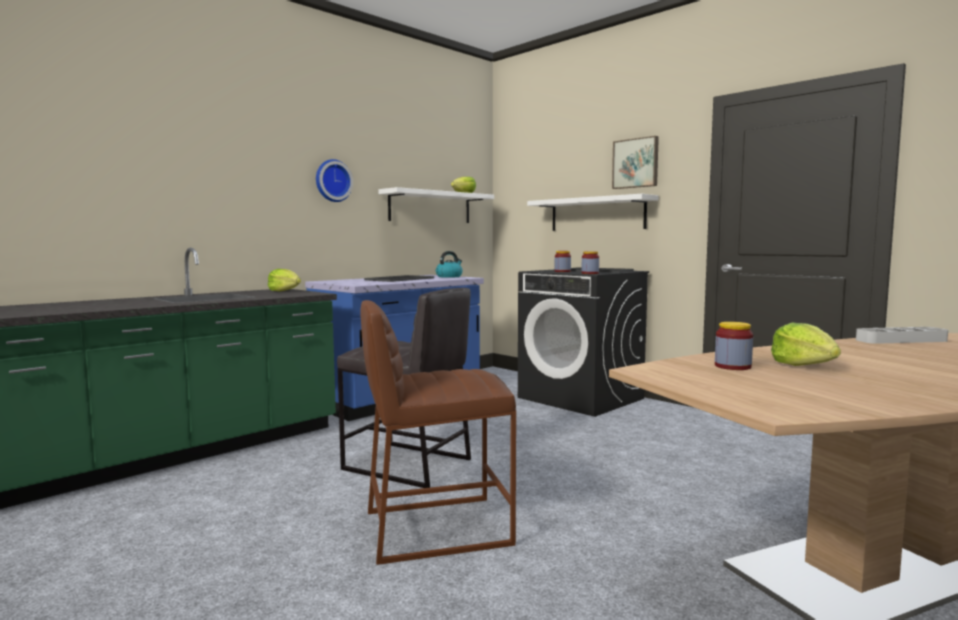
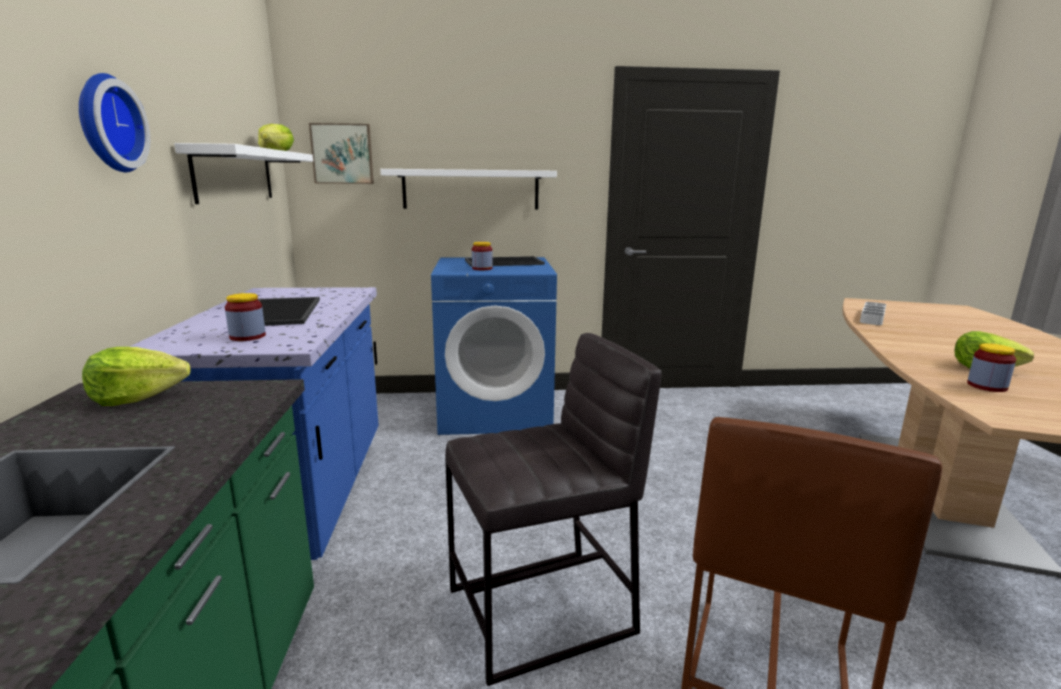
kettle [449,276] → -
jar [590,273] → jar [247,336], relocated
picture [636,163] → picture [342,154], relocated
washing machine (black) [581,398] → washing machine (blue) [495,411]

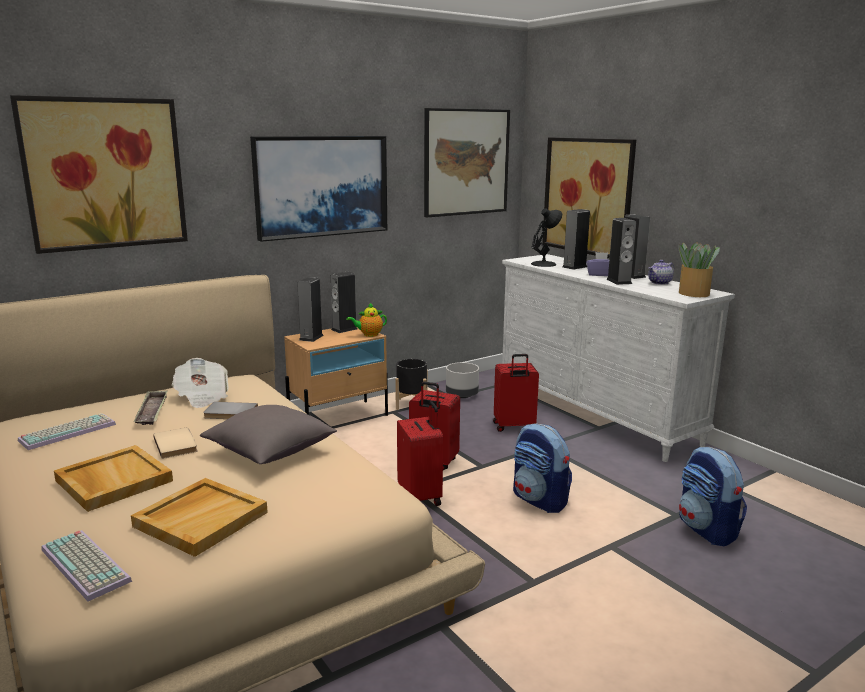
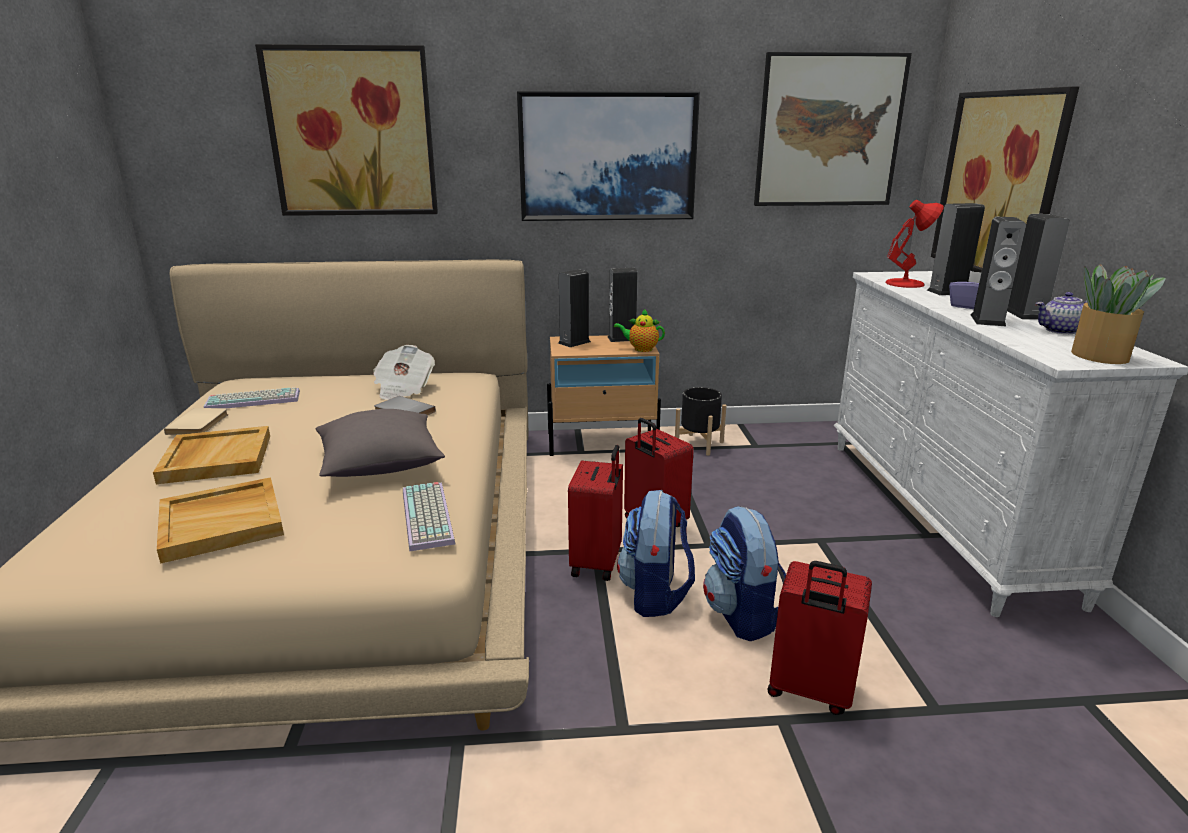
tray [152,412] → -
planter (grey) [462,395] → -
keyboard [88,565] → keyboard [429,516], relocated
book (beige) [177,445] → book (beige) [200,424], relocated
suitcase (red) [513,427] → suitcase (red) [809,691], relocated
backpack [707,530] → backpack [655,595], relocated
table lamp (black) [544,264] → table lamp (red) [906,283]

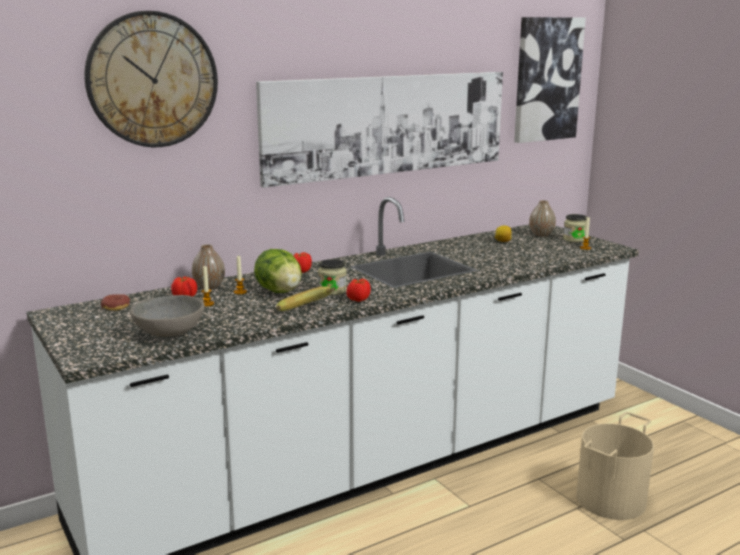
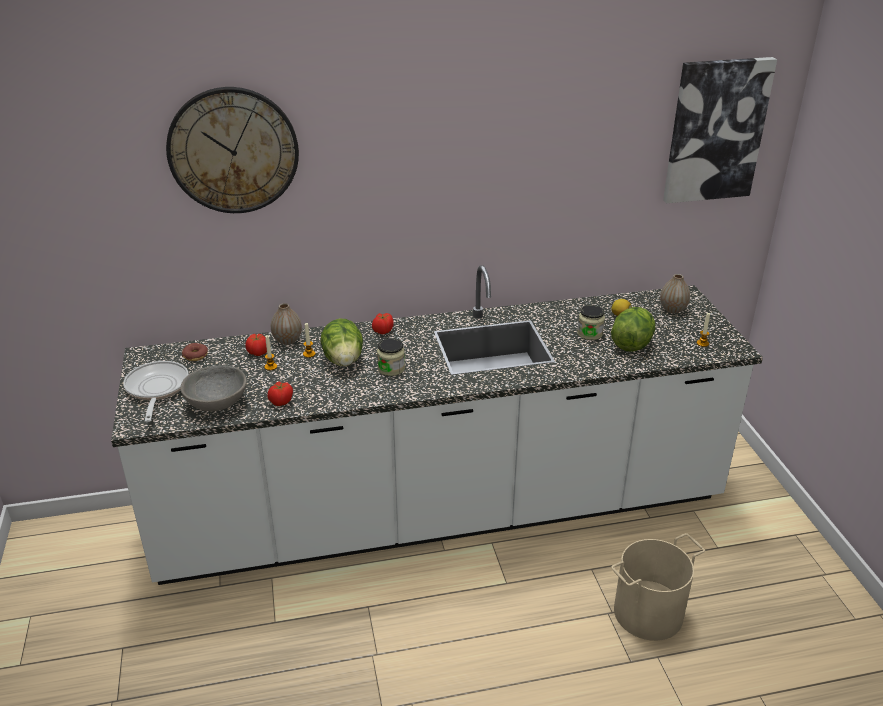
picture [388,124] → -
banana [308,312] → -
- → frying pan [156,389]
- → lettuce [631,344]
tomato [358,299] → tomato [281,402], relocated
jar [574,239] → jar [590,334], relocated

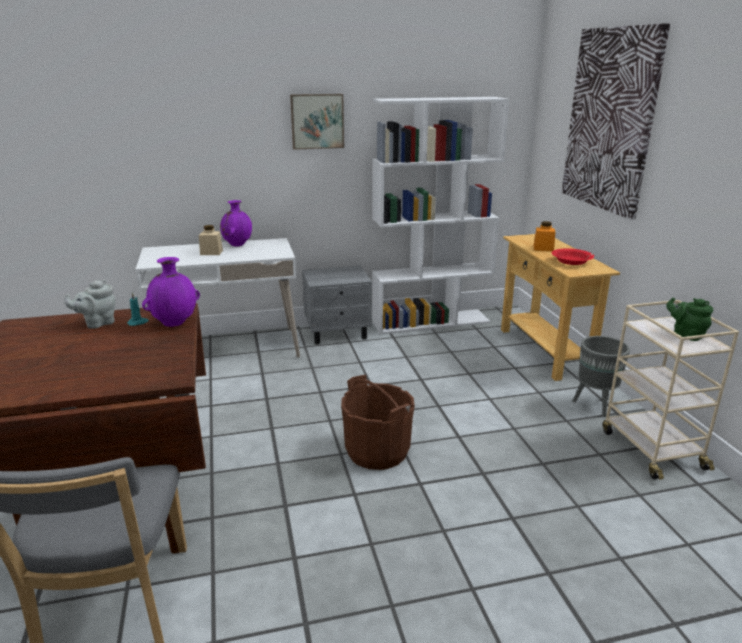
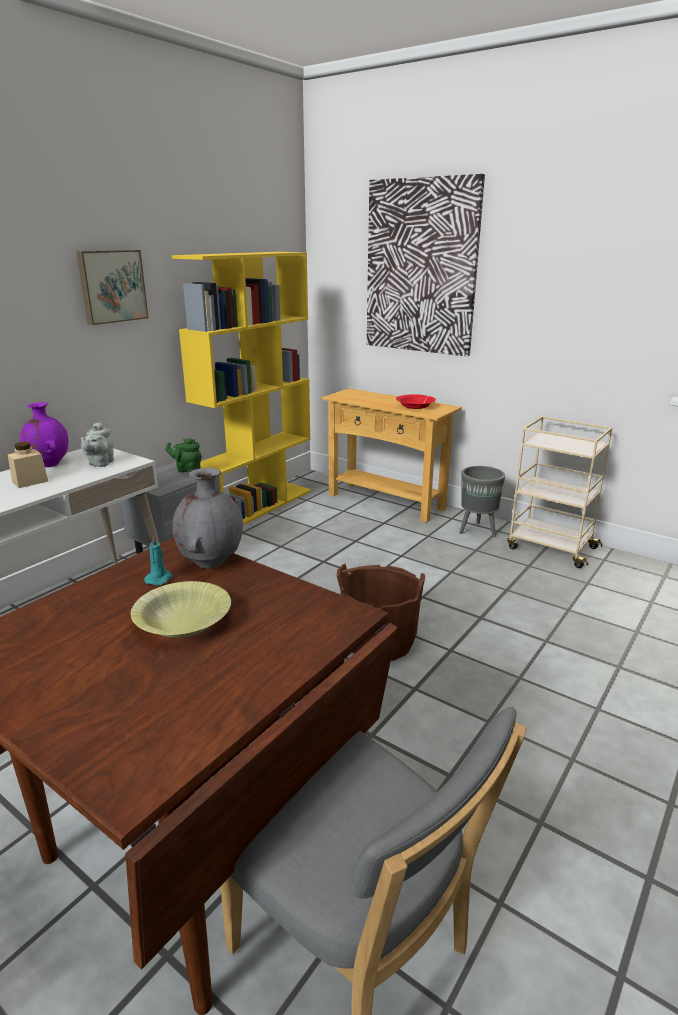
jar (orange) [543,248] → -
- → bowl (yellow) [183,621]
teapot (grey) [97,323] → teapot (grey) [100,463], relocated
teapot (green) [686,335] → teapot (green) [187,469], relocated
vase (purple) [175,323] → vase (grey) [211,562]
bookcase (white) [431,321] → bookcase (yellow) [258,506]

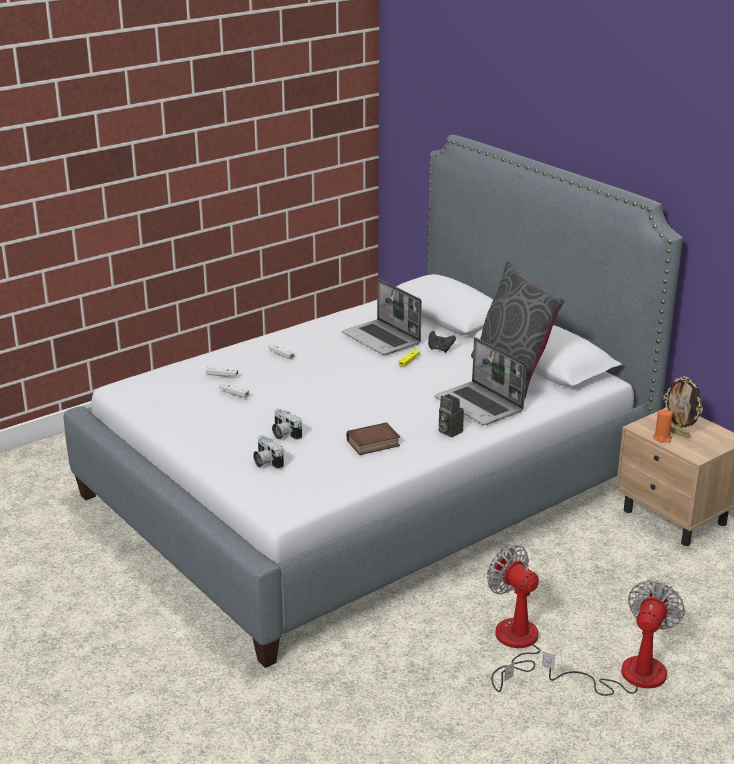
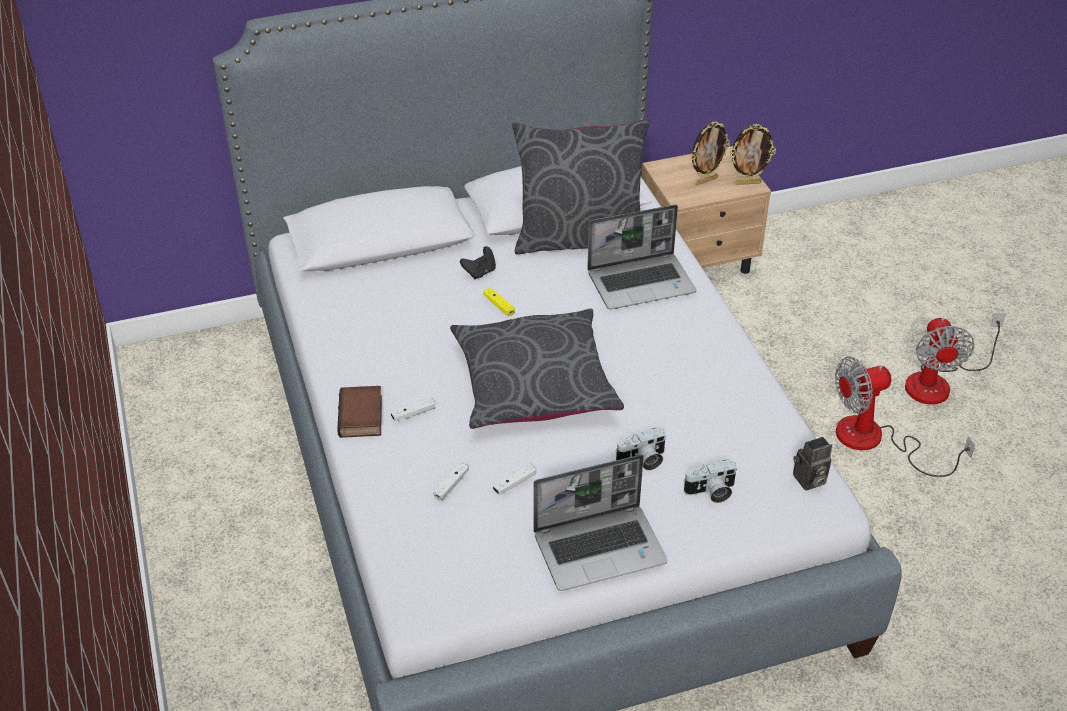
candle (orange) [662,438] → -
- → pillow (grey) [534,383]
- → picture frame [748,182]
laptop [382,339] → laptop [600,548], relocated
book [373,444] → book [362,417], relocated
photo camera [448,431] → photo camera [809,481], relocated
fan [627,675] → fan [938,382], 135 degrees counterclockwise

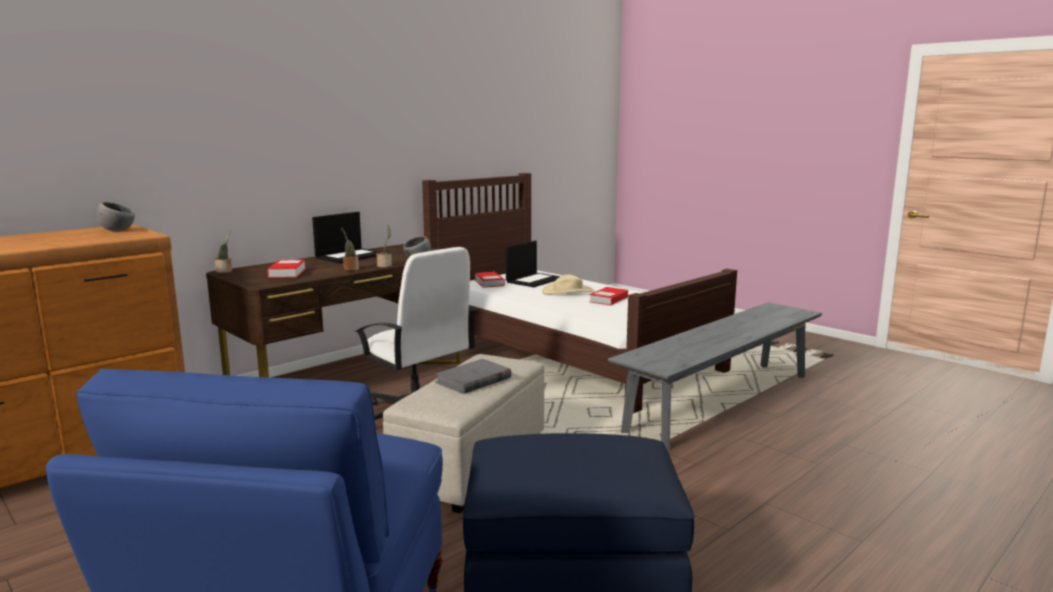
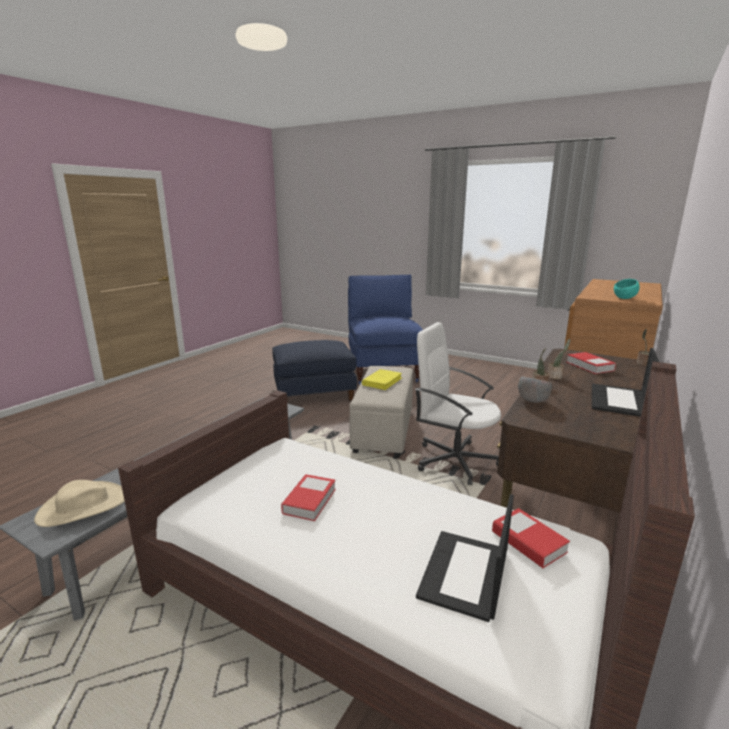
hat (beige) [568,292] → hat (beige) [83,507], relocated
bowl (grey) [117,231] → bowl (turquoise) [624,298]
book (grey) [473,380] → book (yellow) [382,381]

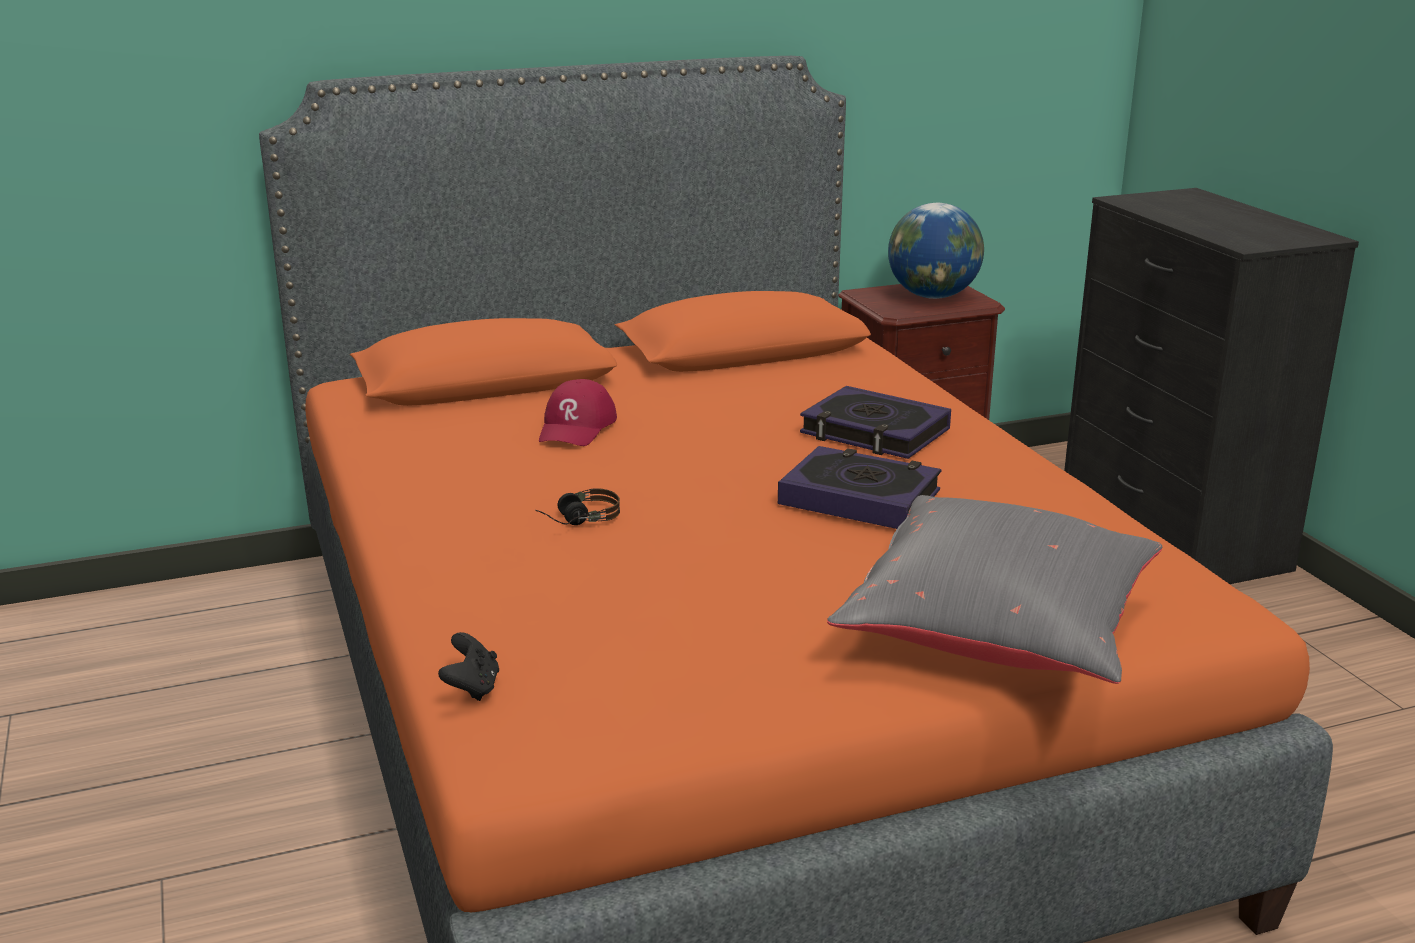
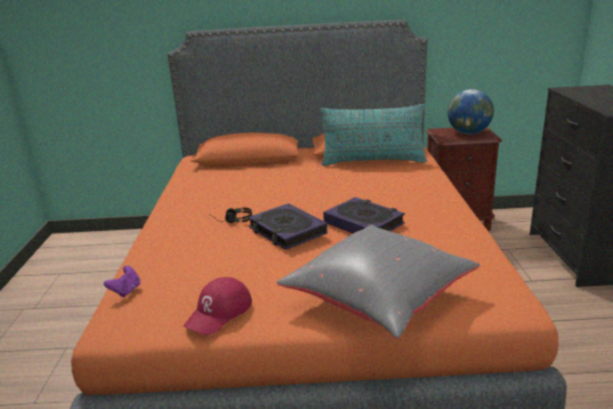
- → pillow (turquoise) [373,161]
cap (red) [577,427] → cap (red) [219,312], relocated
book [874,432] → book [287,231], relocated
game controller (black) [472,688] → game controller (purple) [126,291]

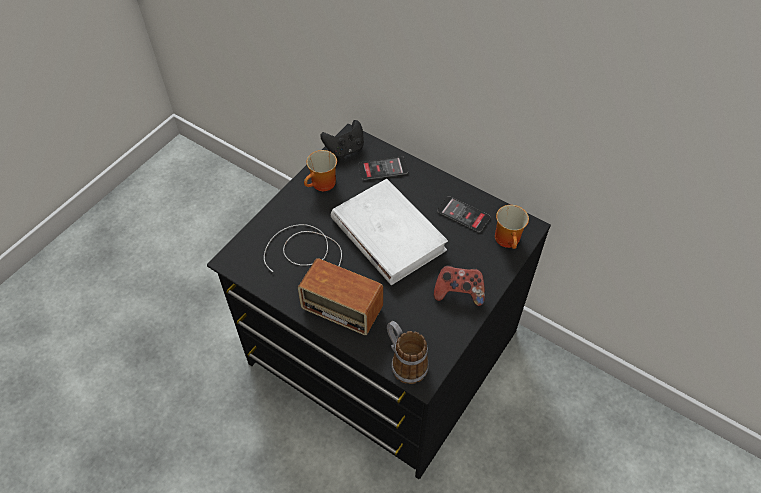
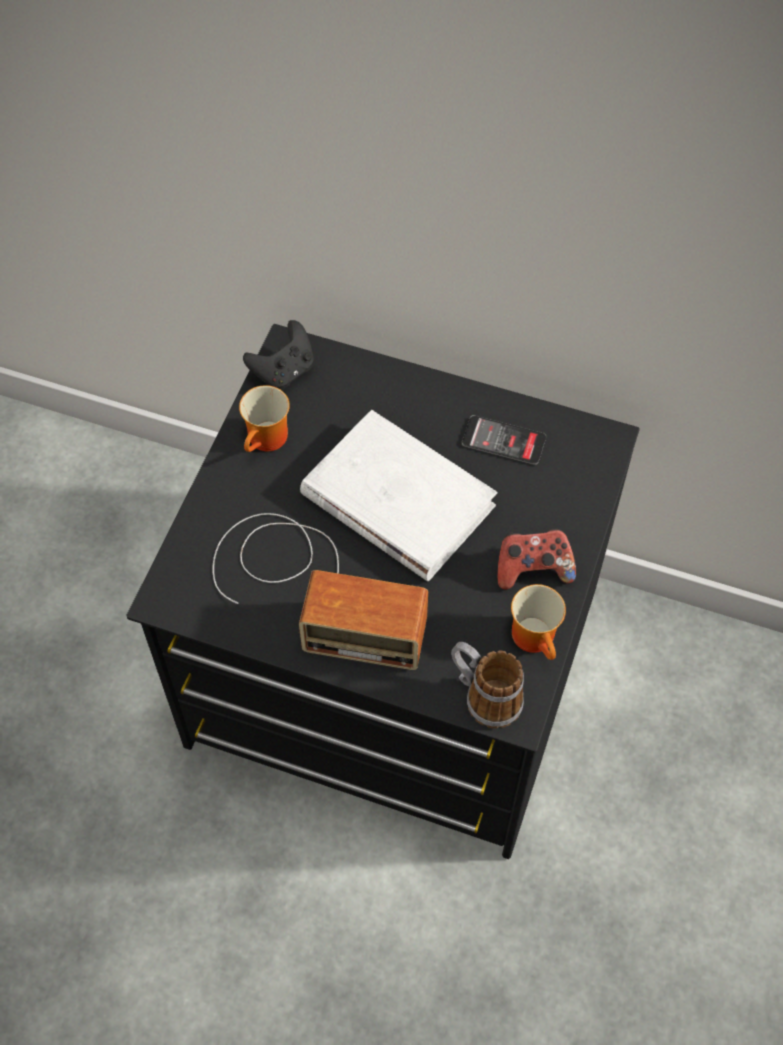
phone [383,169] → -
mug [509,240] → mug [538,638], relocated

